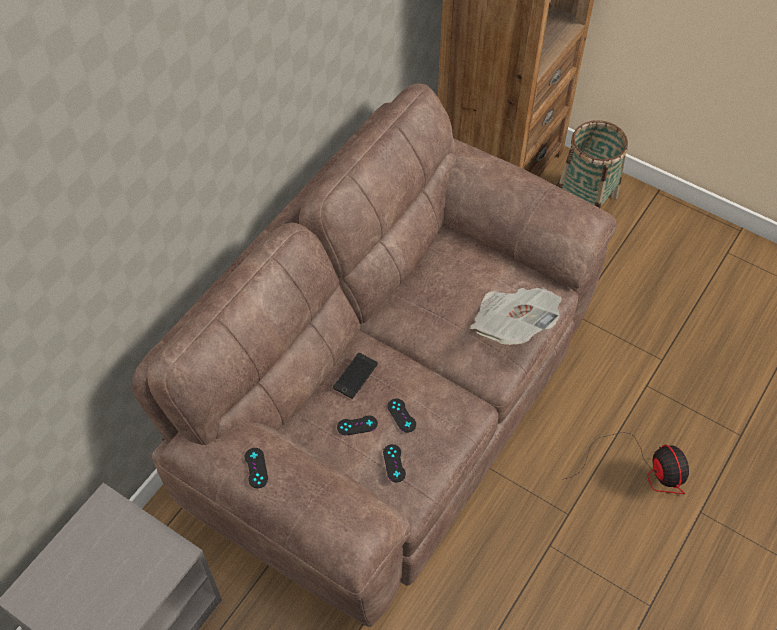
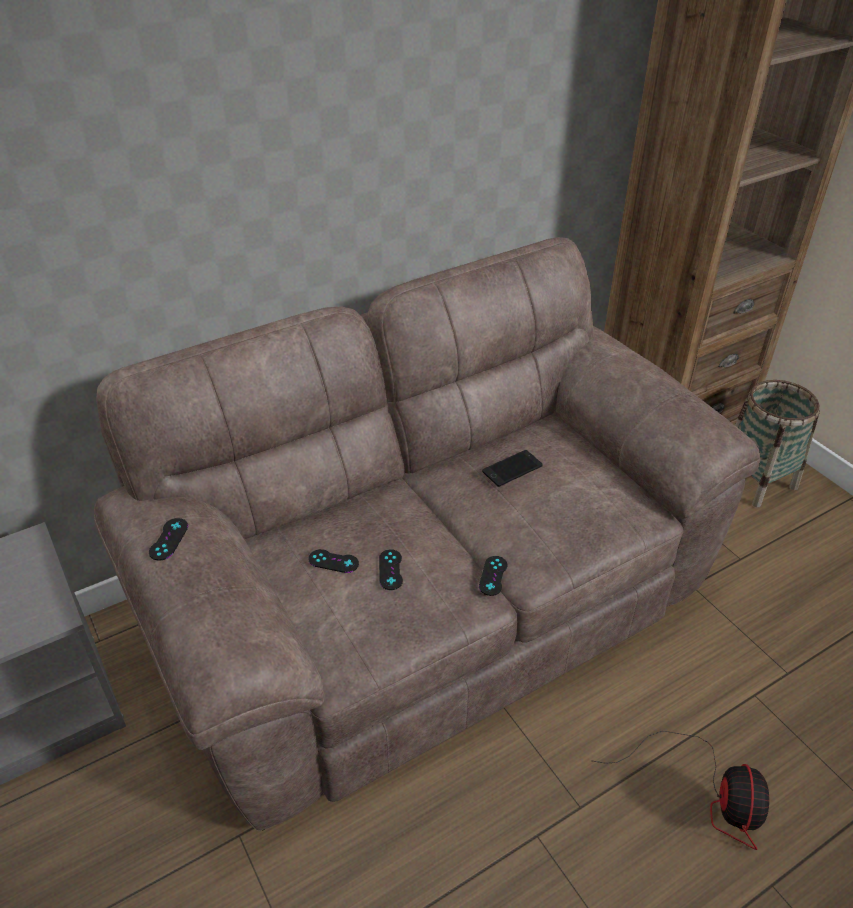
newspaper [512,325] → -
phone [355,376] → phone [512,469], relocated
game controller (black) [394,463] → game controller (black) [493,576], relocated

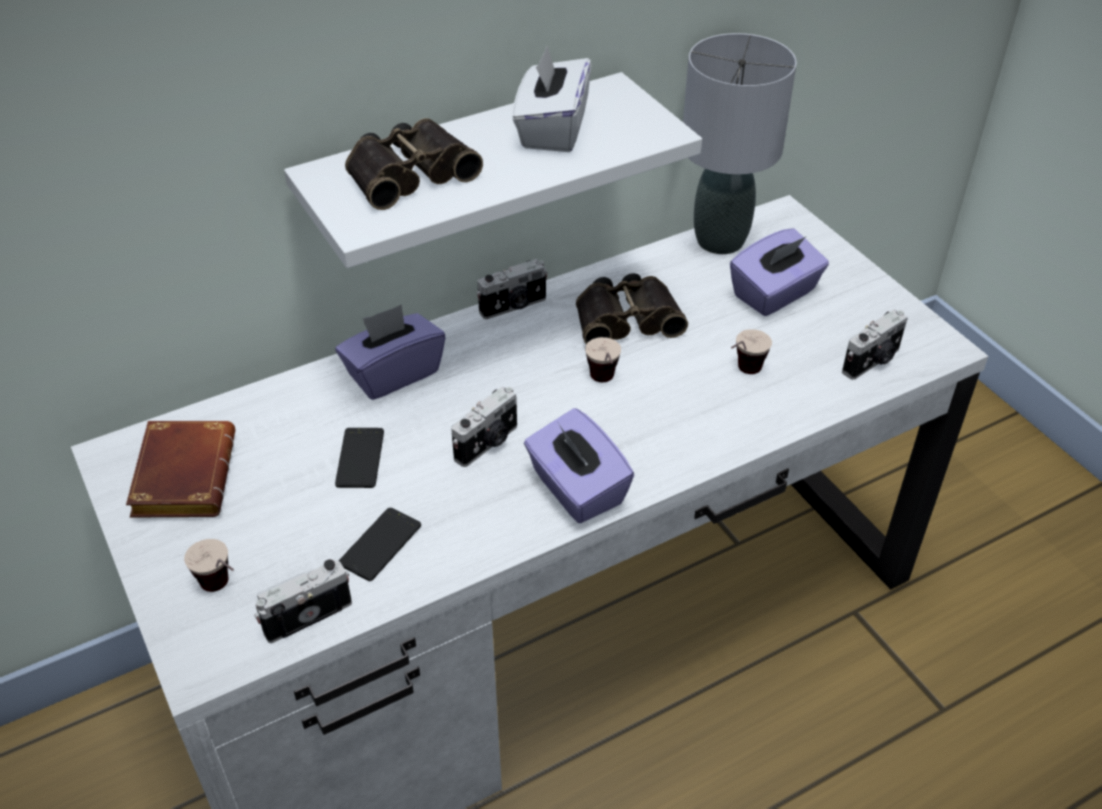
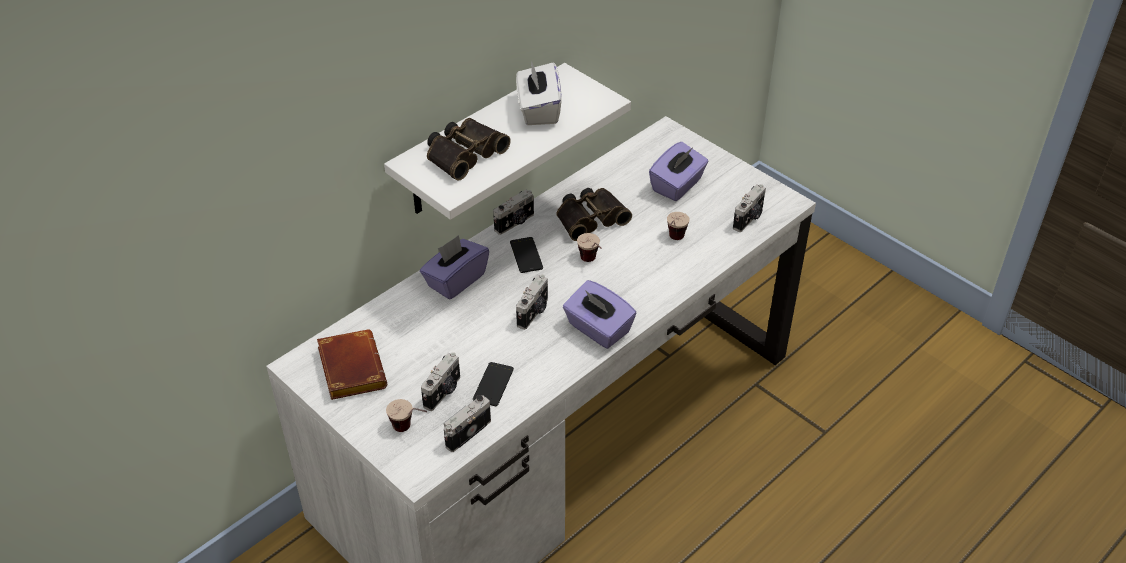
table lamp (grey) [719,240] → -
- → photo camera [443,392]
phone [360,458] → phone [526,255], relocated

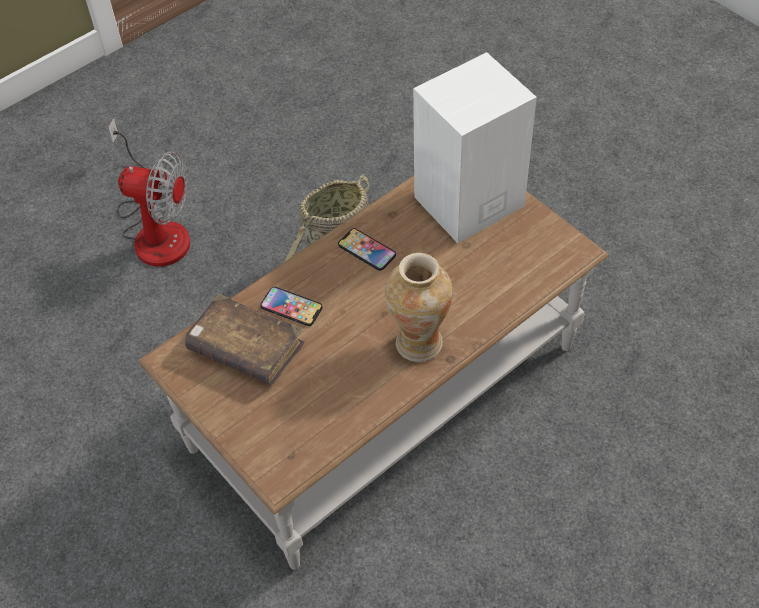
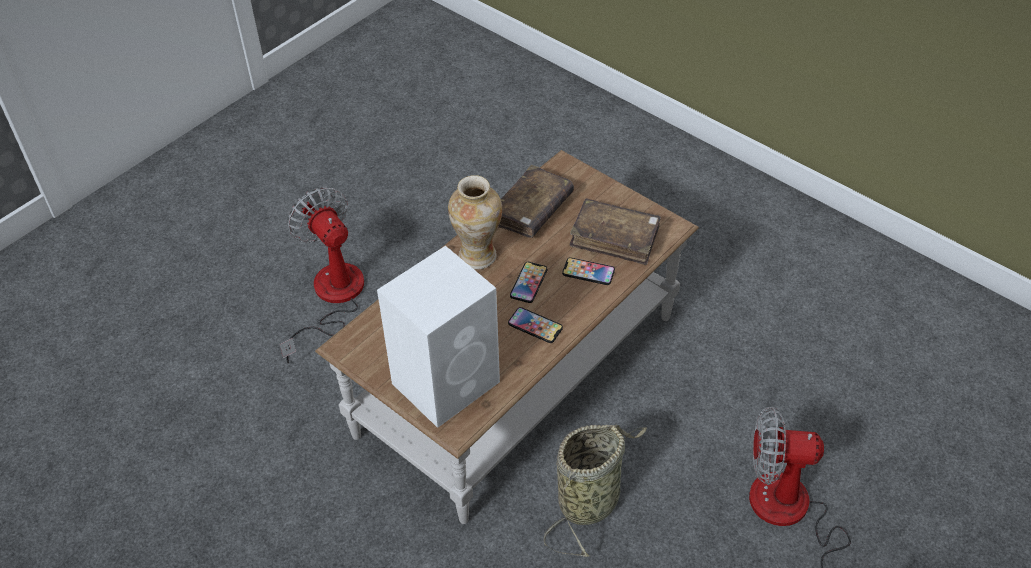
- → fan [331,298]
- → book (brown) [531,210]
- → phone [528,283]

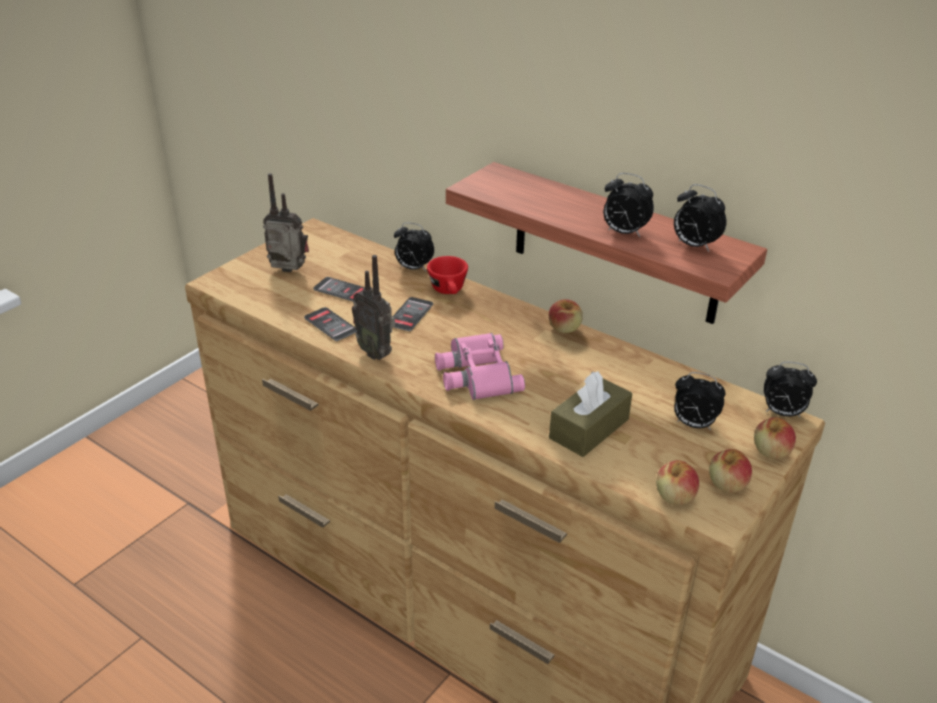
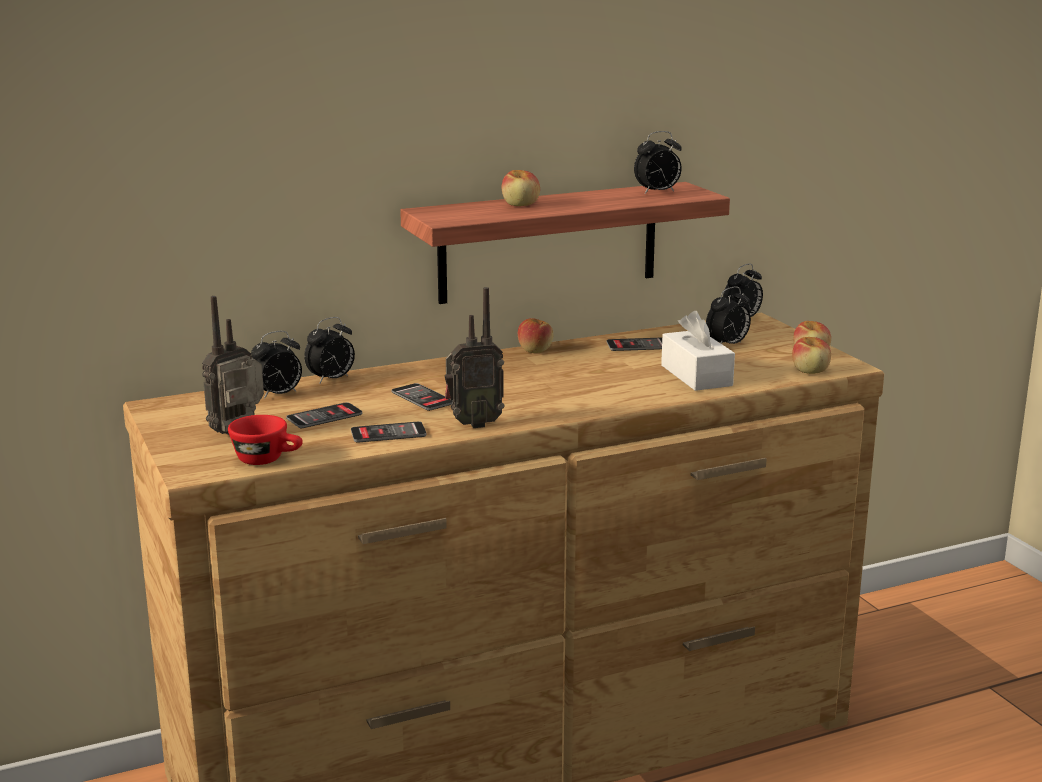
binoculars (pink) [475,374] → -
- → phone [638,345]
cup (red) [449,291] → cup (red) [268,460], relocated
alarm clock [623,233] → alarm clock [278,395], relocated
apple [771,452] → apple [520,205], relocated
tissue box (brown) [589,429] → tissue box (white) [696,375]

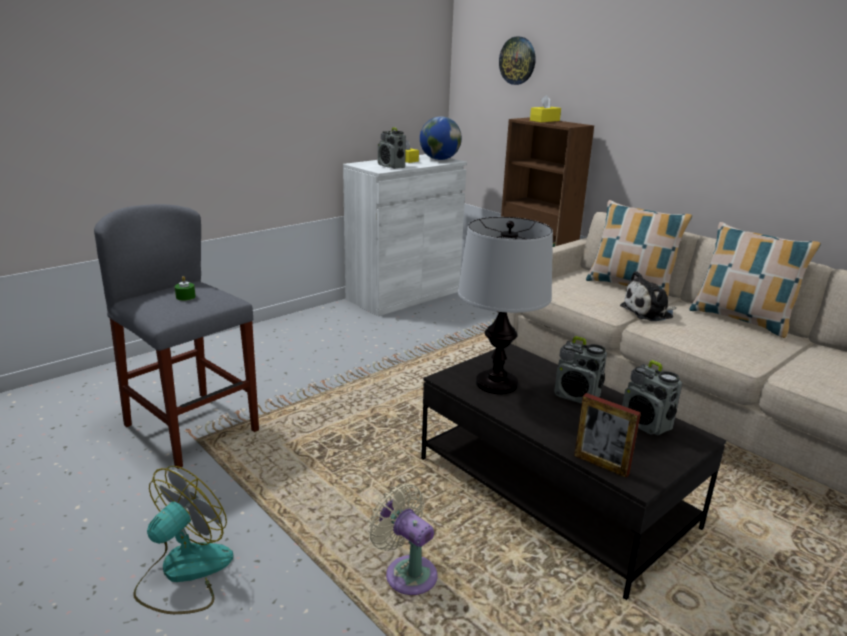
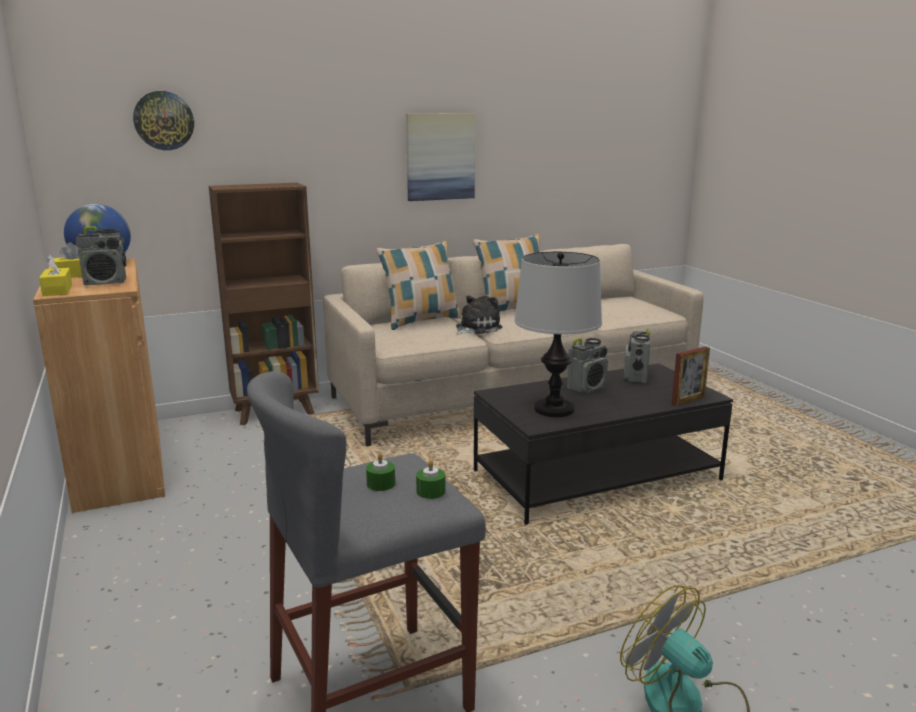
fan (beige) [407,572] → -
- → picture [440,157]
- → candle (green) [431,491]
tissue box (yellow) [544,120] → tissue box (yellow) [57,290], relocated
cabinet (white) [403,295] → cabinet (brown) [120,468]
plush toy [649,312] → plush toy [476,328], 135 degrees counterclockwise
radio [646,424] → radio [635,377], 120 degrees clockwise

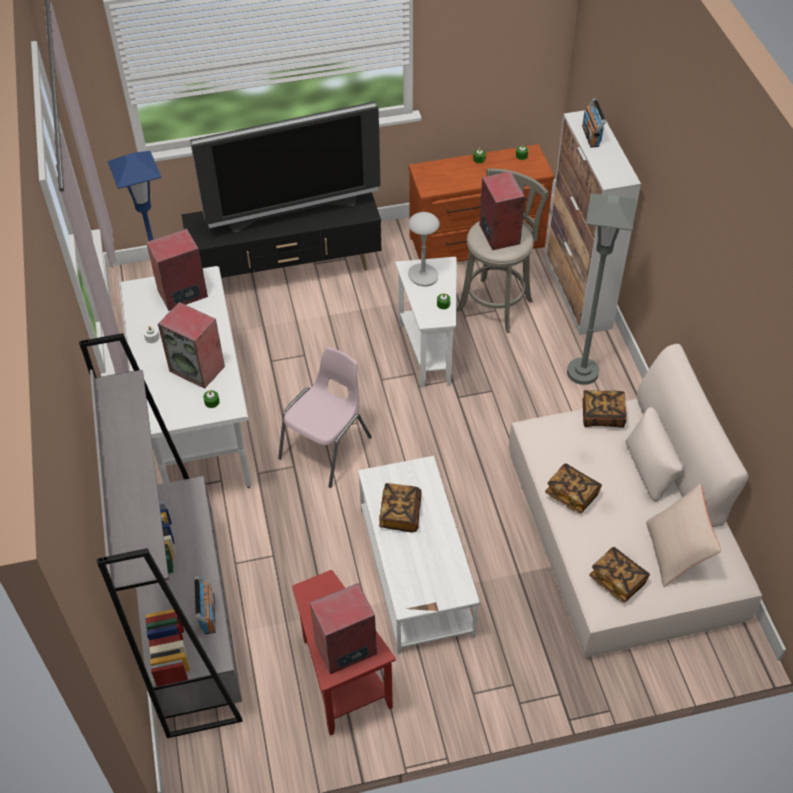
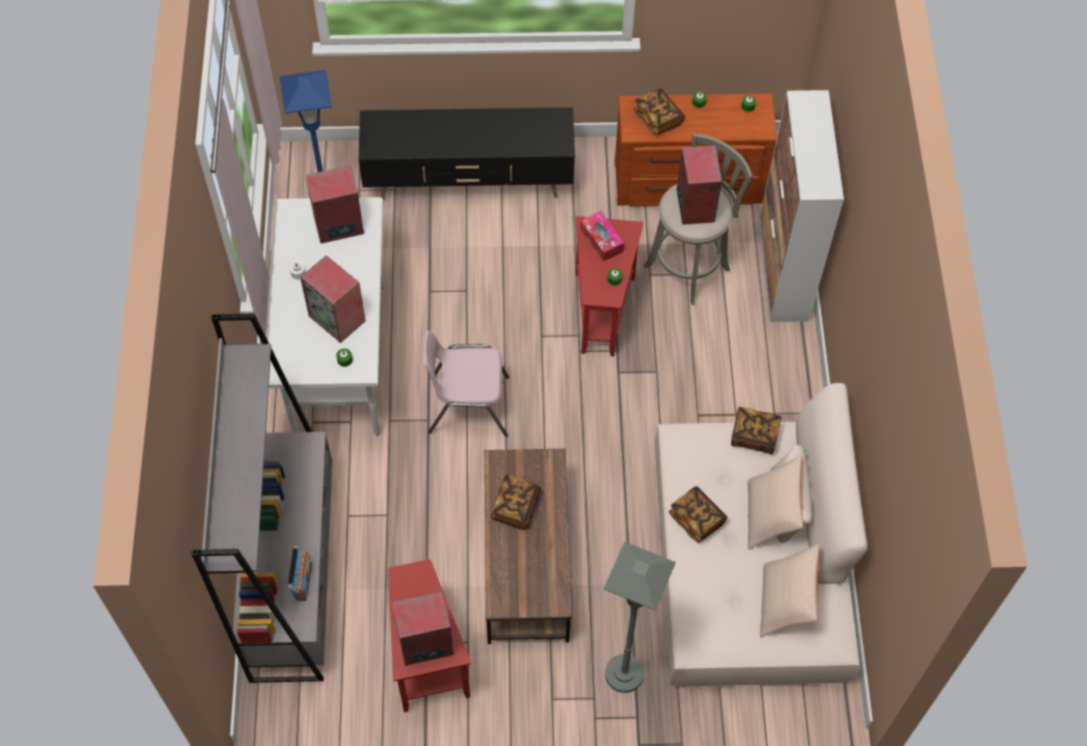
television [293,212] → -
radio [591,136] → -
- → pillow (beige) [770,516]
floor lamp (grey) [582,372] → floor lamp (grey) [623,674], relocated
book [617,580] → book [658,118], relocated
table lamp (grey) [423,276] → tissue box [601,240]
coffee table (white) [416,571] → coffee table (brown) [527,560]
side table (white) [429,350] → side table (red) [602,310]
chair (pink) [327,447] → chair (pink) [467,405], 135 degrees counterclockwise

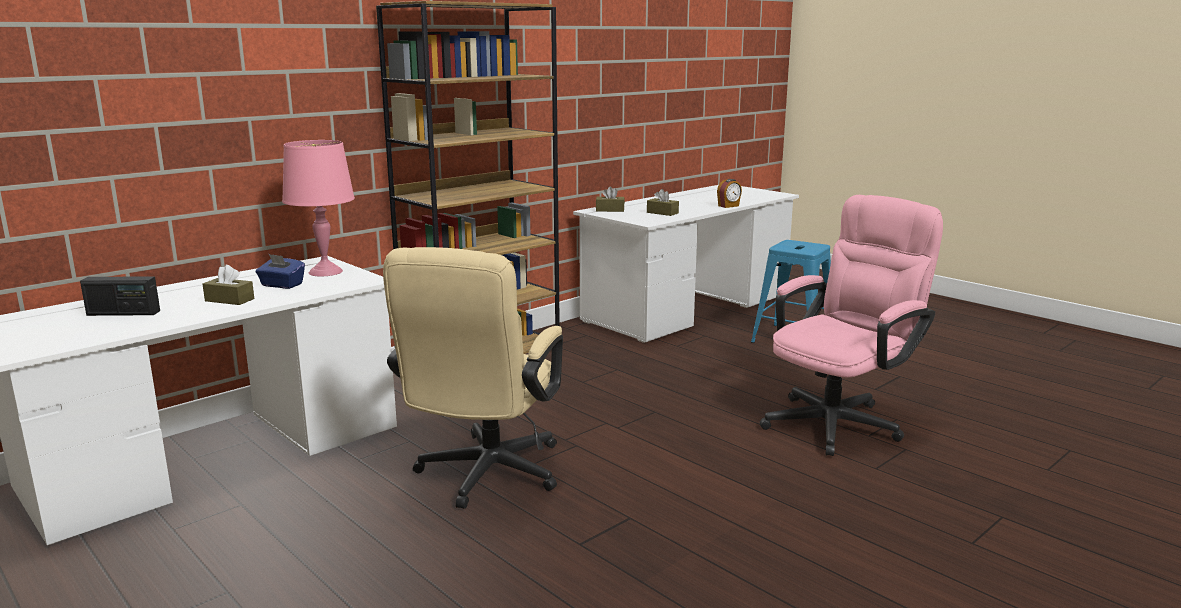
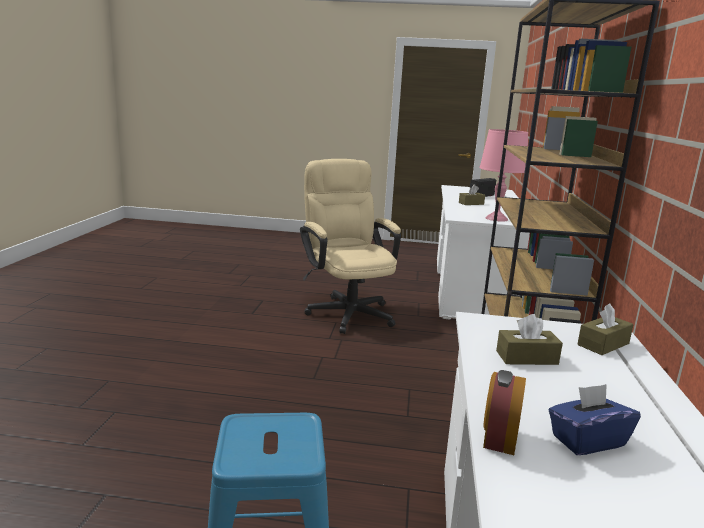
office chair (pink) [840,421] → -
tissue box (blue) [281,285] → tissue box (blue) [587,440], relocated

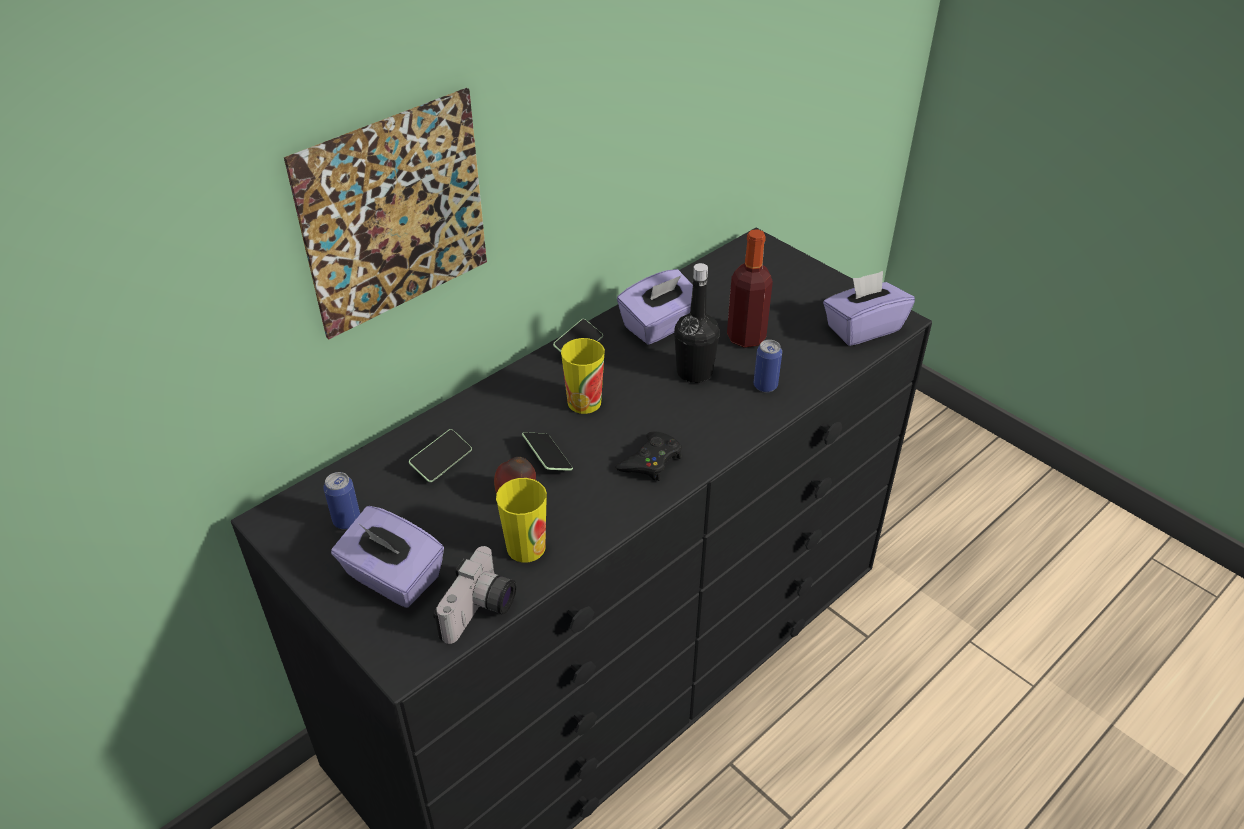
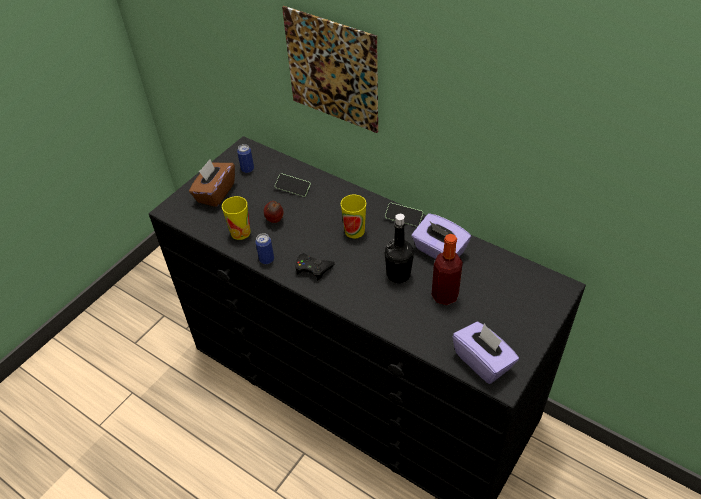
photo camera [481,612] → -
phone [547,458] → -
can [765,385] → can [266,259], relocated
tissue box (purple) [392,578] → tissue box (brown) [215,193]

